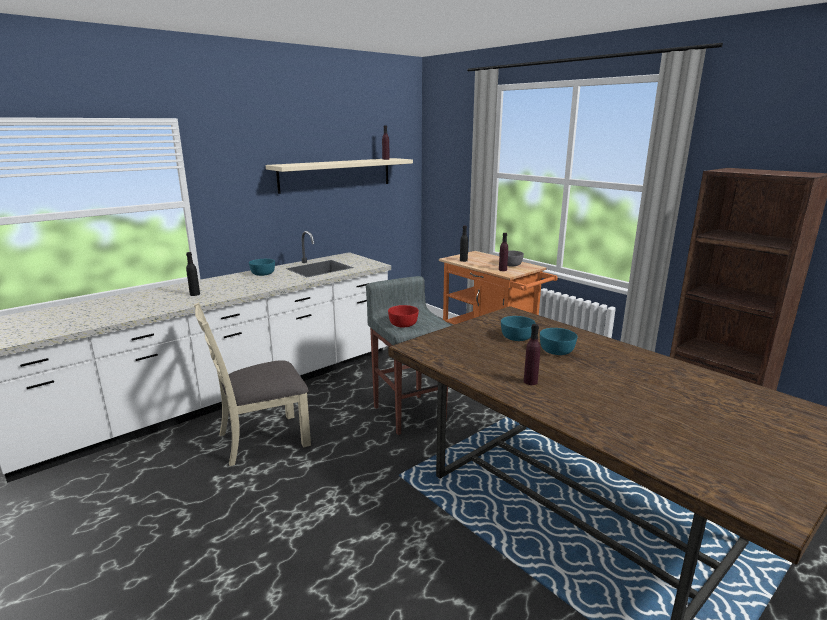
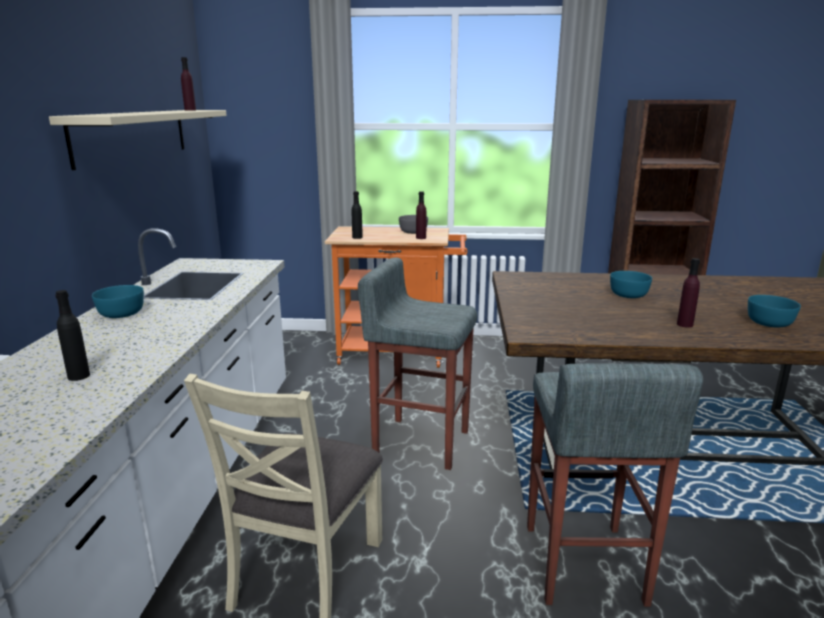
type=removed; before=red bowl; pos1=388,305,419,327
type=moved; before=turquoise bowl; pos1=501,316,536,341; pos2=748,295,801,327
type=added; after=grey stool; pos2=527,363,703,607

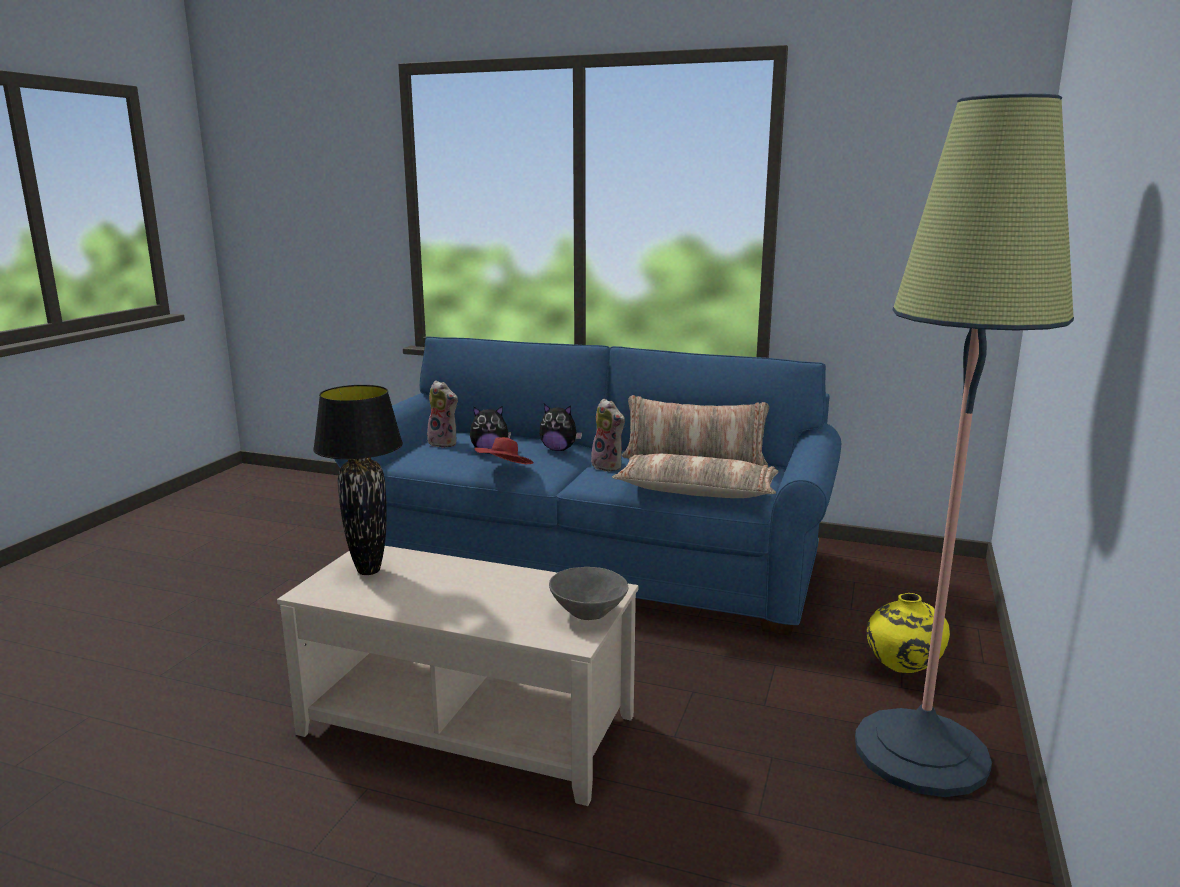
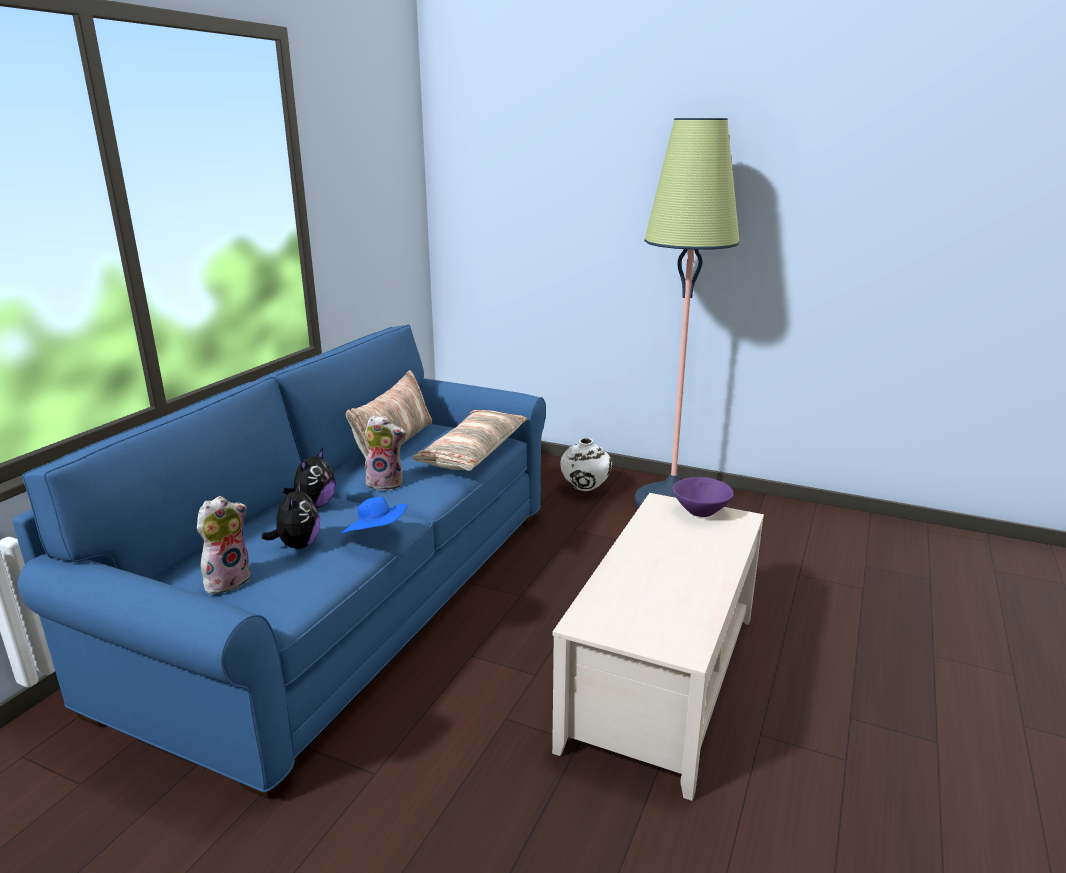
type=removed; before=black table lamp; pos1=313,385,403,575
type=turned; before=plush toy; pos1=591,398,625,472; pos2=365,415,406,490; turn=45
type=recoloured; before=red hat; after=blue hat; pos1=475,437,534,464; pos2=340,497,407,534
type=recoloured; before=grey bowl; after=purple bowl; pos1=549,567,628,620; pos2=673,477,734,517
type=recoloured; before=yellow vase; after=white vase; pos1=867,593,950,673; pos2=560,438,612,491

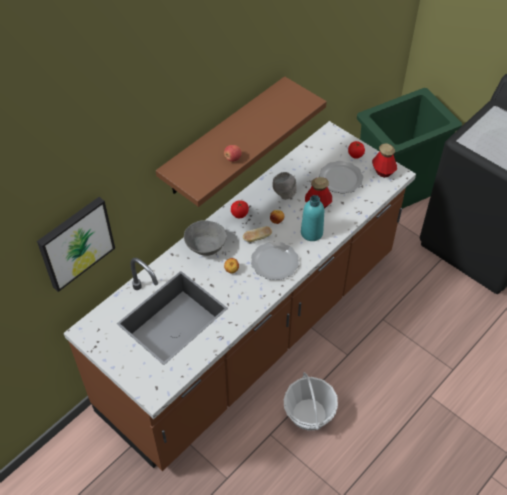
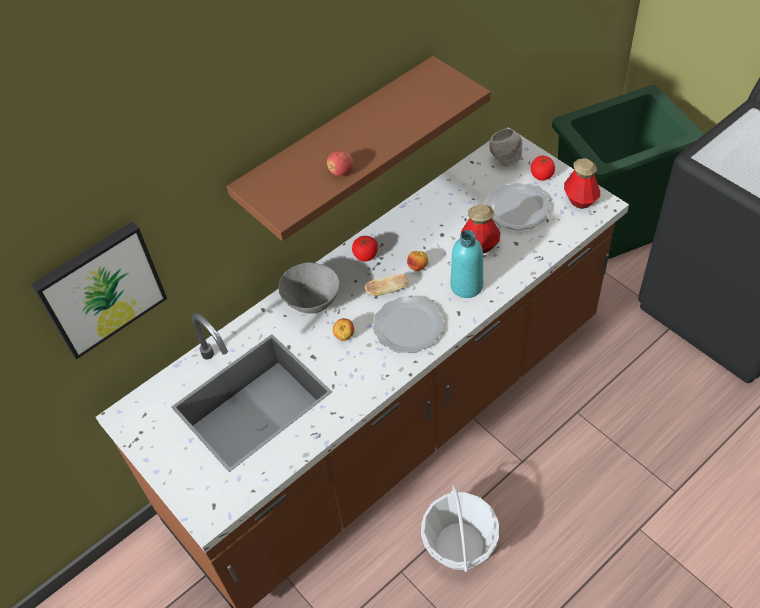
type=moved; before=grey bowl; pos1=272,172,297,200; pos2=489,129,522,167

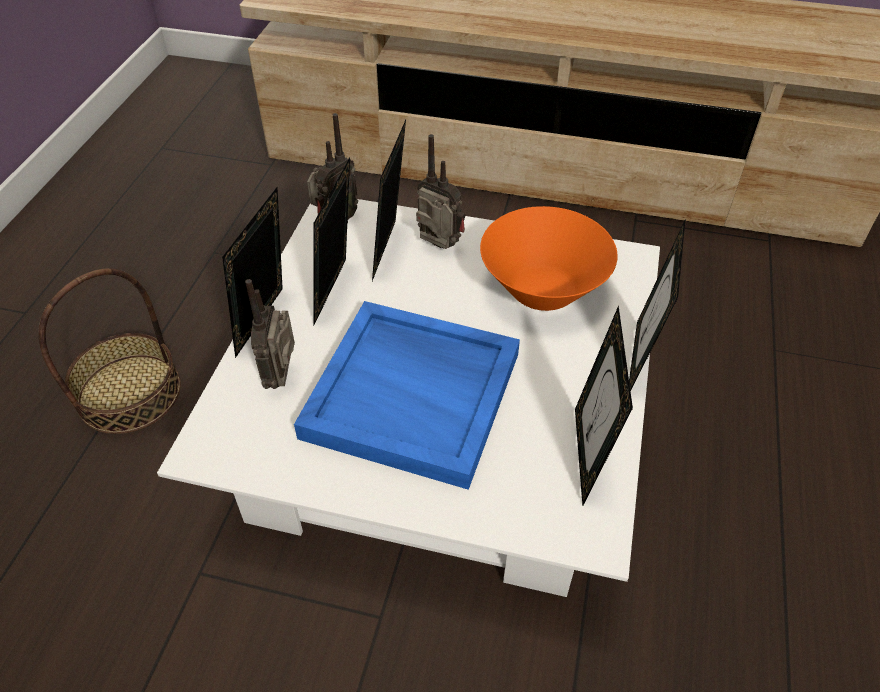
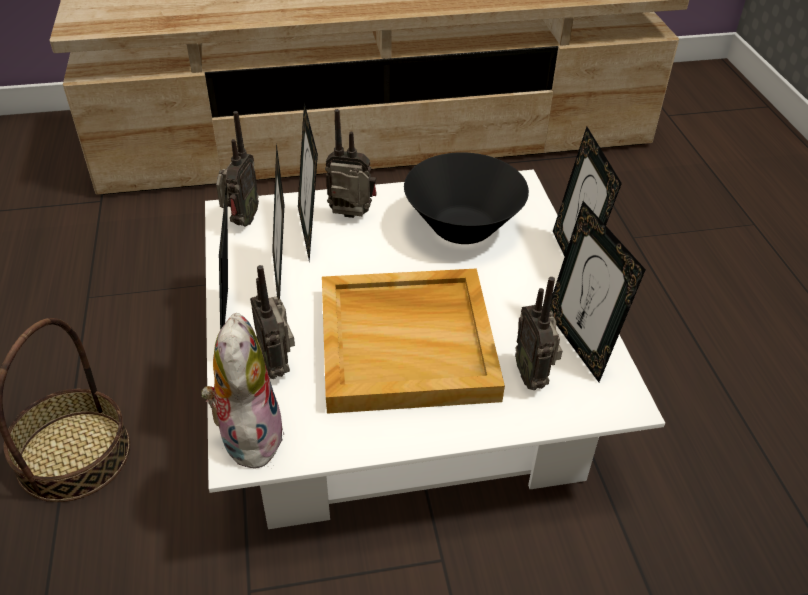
type=recoloured; before=orange bowl; after=black bowl; pos1=480,206,618,311; pos2=404,152,529,244
type=recoloured; before=blue tray; after=beige tray; pos1=294,301,520,490; pos2=322,268,505,414
type=added; after=radio; pos2=515,277,562,390
type=added; after=plush toy; pos2=201,313,284,469

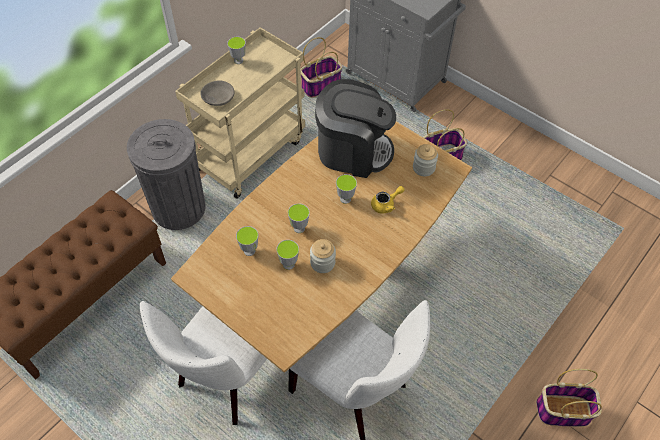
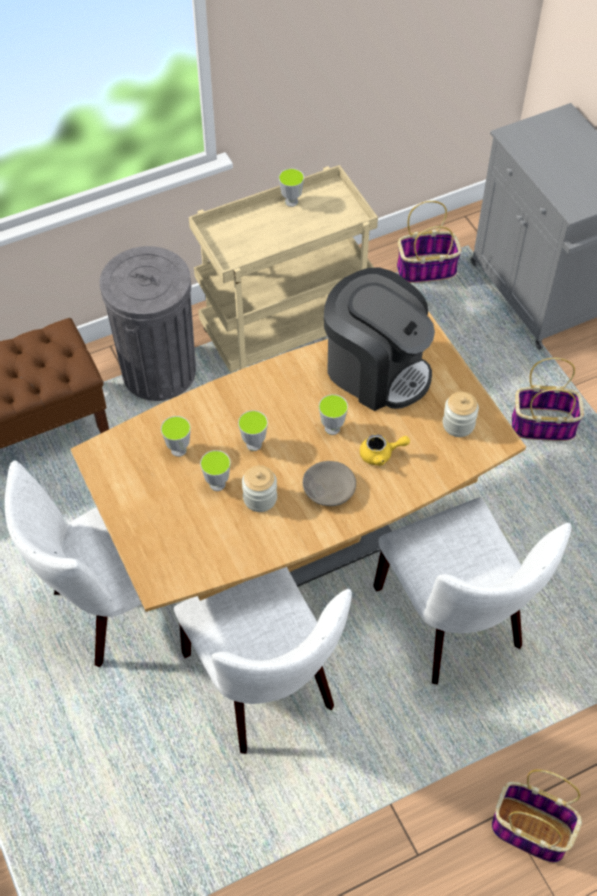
type=moved; before=grey bowl; pos1=200,80,234,106; pos2=303,461,356,506
type=added; after=white chair; pos2=373,497,571,685

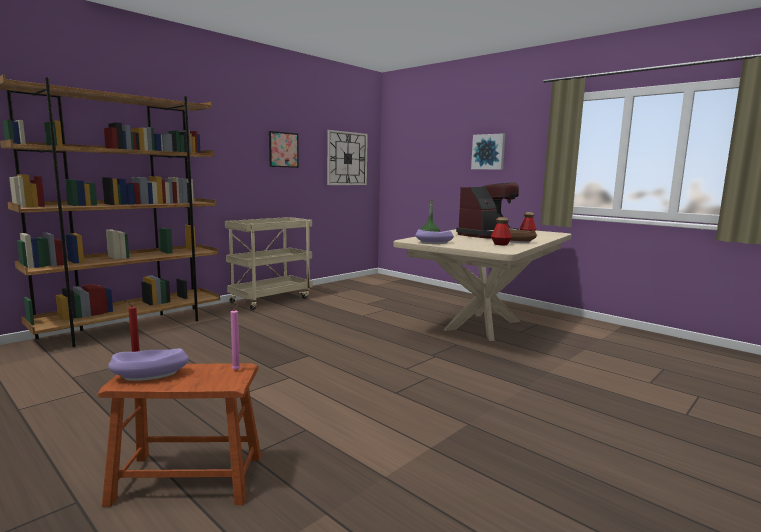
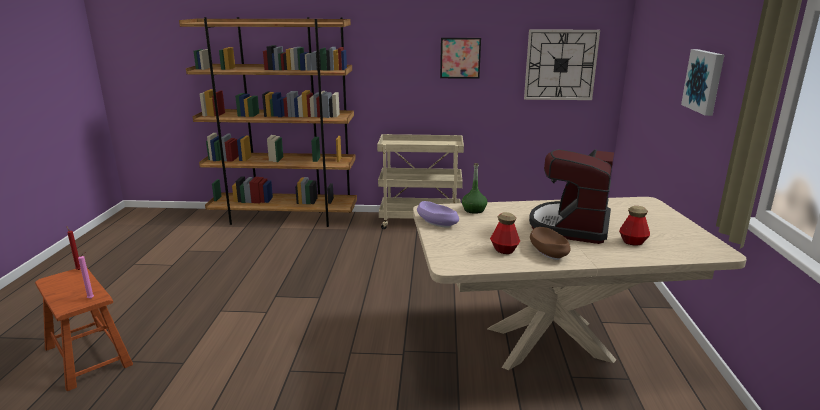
type=turned; before=coffee machine; pos1=456,183,520,239; pos2=529,149,614,244; turn=105
type=removed; before=purple bowl; pos1=108,348,189,381

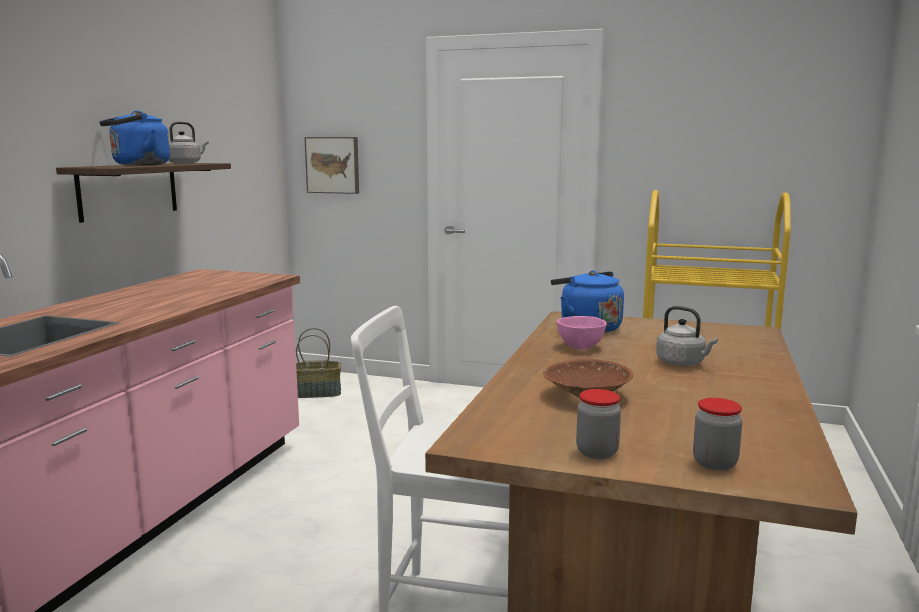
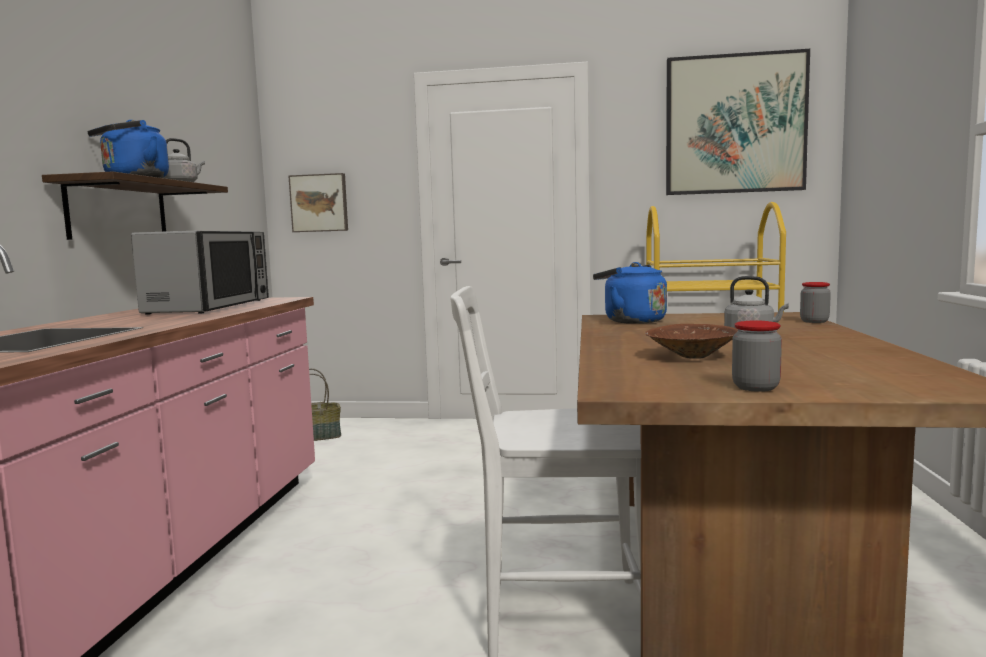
type=removed; before=pink bowl; pos1=557,316,607,349
type=moved; before=jar; pos1=693,398,742,471; pos2=800,282,831,323
type=added; after=picture; pos2=666,49,810,195
type=added; after=microwave; pos2=131,231,269,315

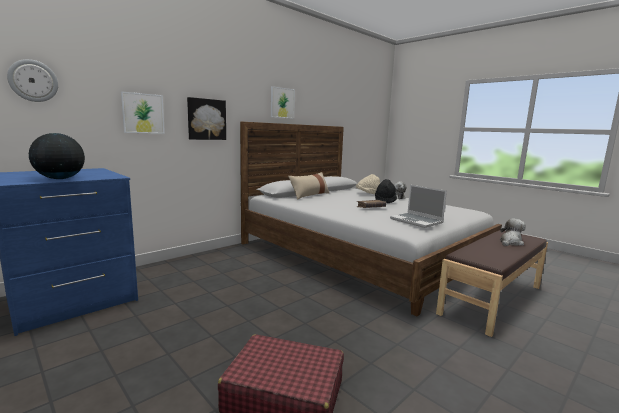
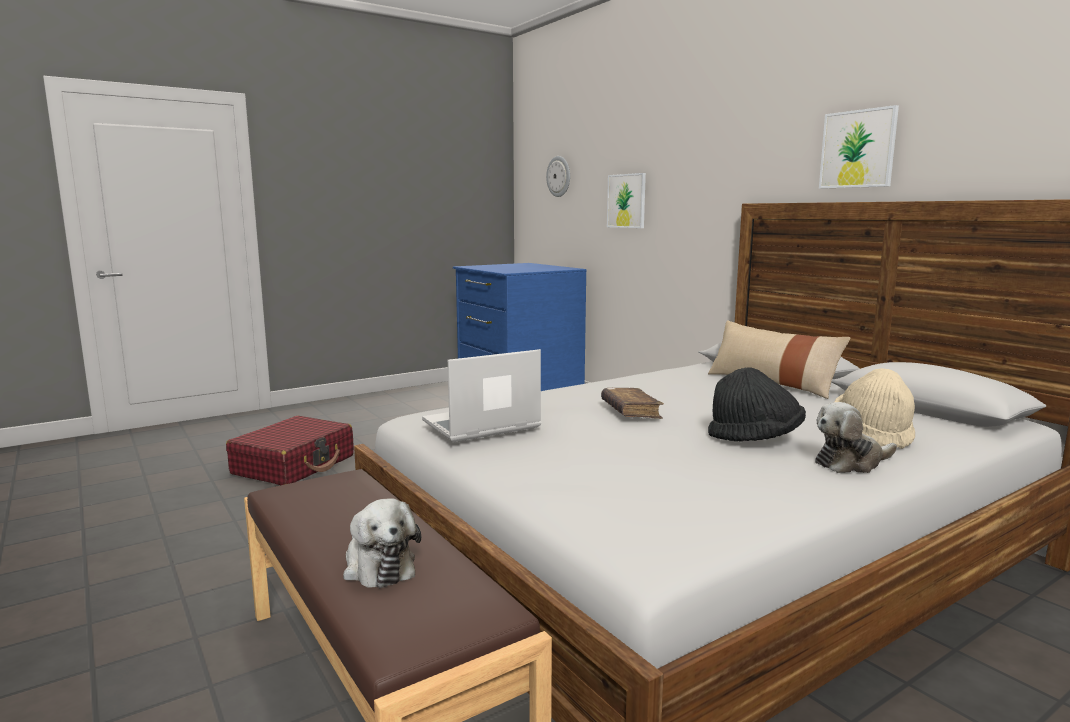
type=removed; before=picture; pos1=187,97,226,140
type=removed; before=globe; pos1=29,133,85,179

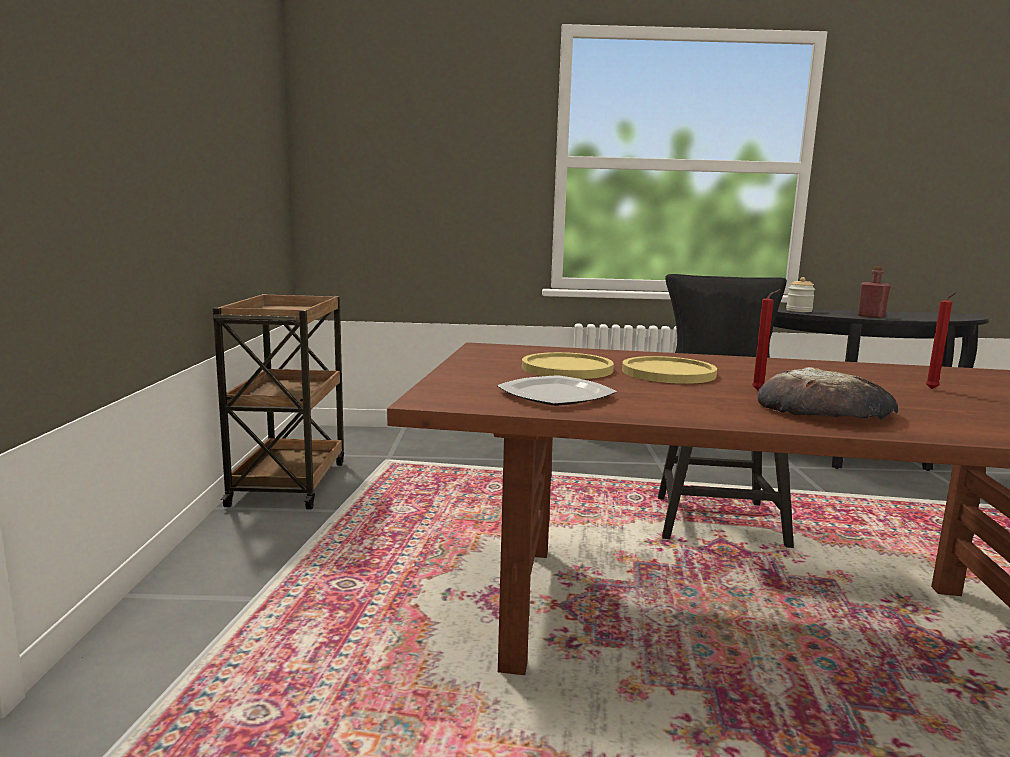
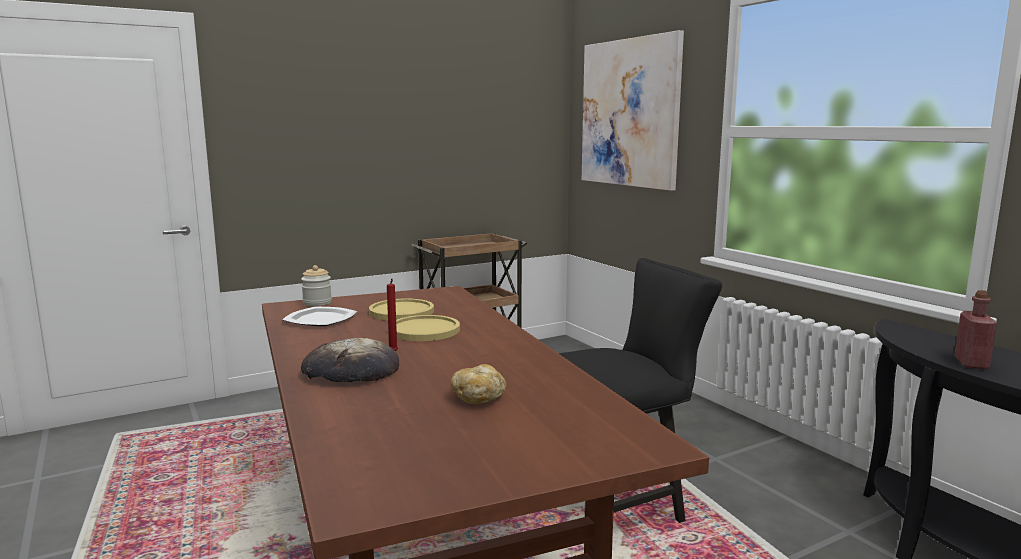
type=moved; before=jar; pos1=786,277,815,312; pos2=301,265,332,306
type=replaced; before=red candle; after=bread; pos1=926,292,956,389; pos2=451,364,506,404
type=added; after=picture; pos2=582,30,684,191

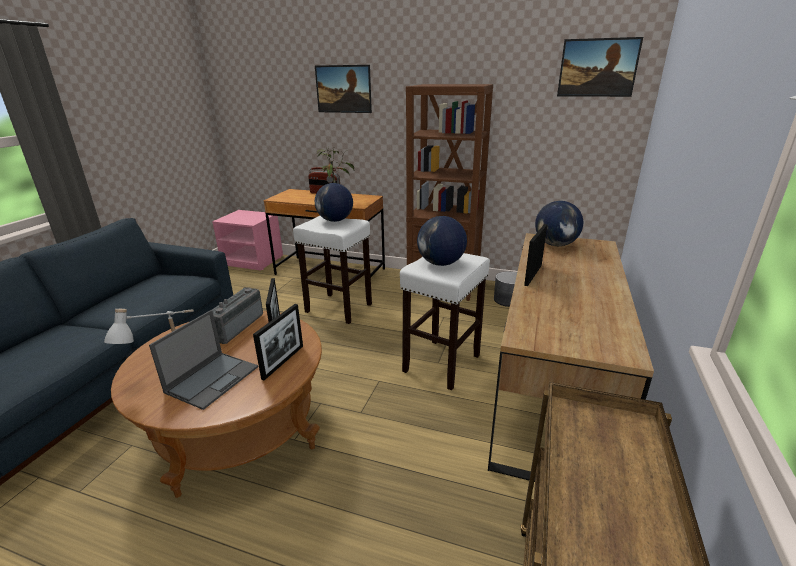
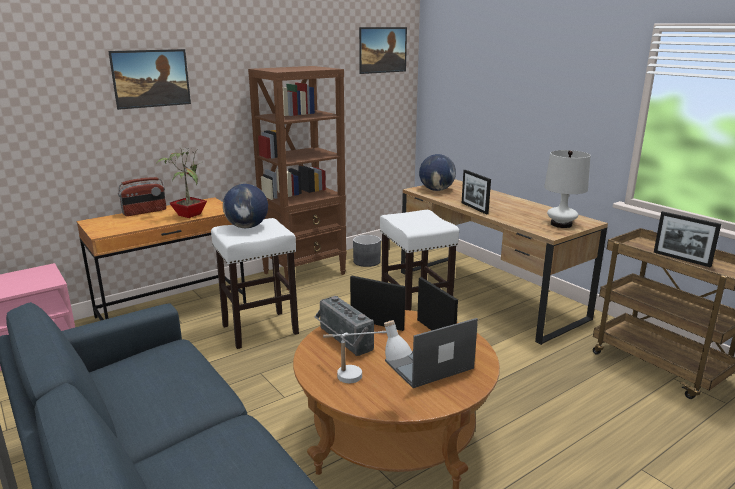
type=removed; before=globe; pos1=417,216,467,266
type=turned; before=laptop; pos1=149,310,258,410; pos2=385,318,478,388; turn=-90
type=added; after=white table lamp; pos2=544,150,591,228
type=added; after=picture frame; pos2=654,211,721,268

